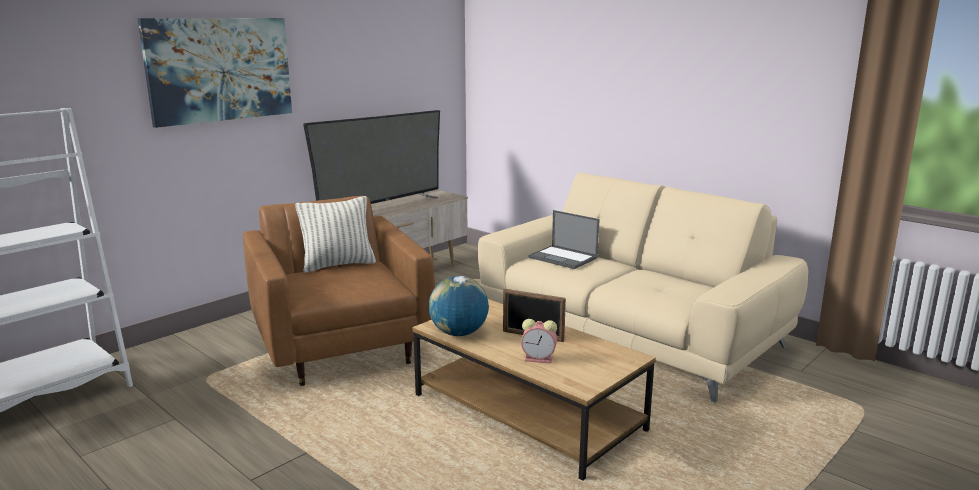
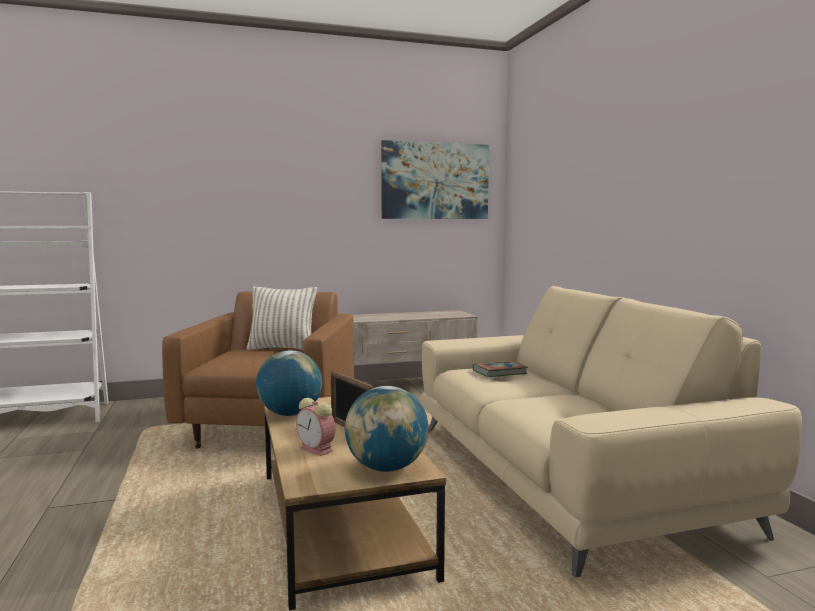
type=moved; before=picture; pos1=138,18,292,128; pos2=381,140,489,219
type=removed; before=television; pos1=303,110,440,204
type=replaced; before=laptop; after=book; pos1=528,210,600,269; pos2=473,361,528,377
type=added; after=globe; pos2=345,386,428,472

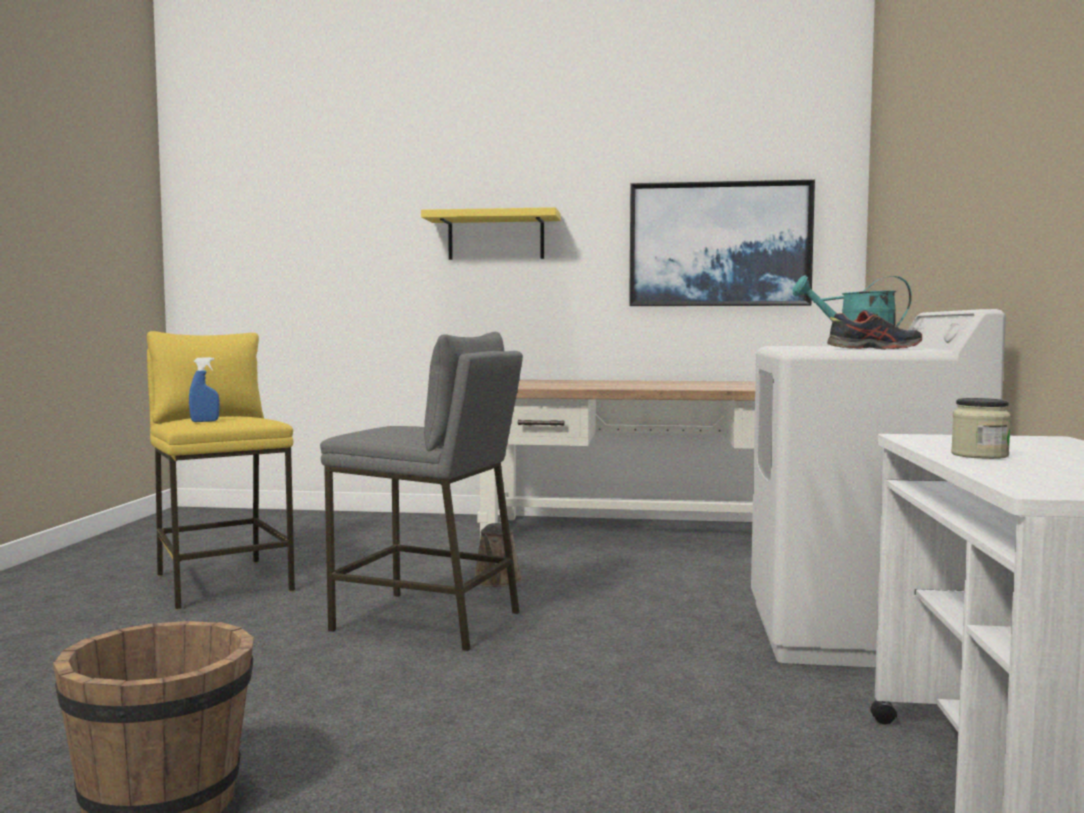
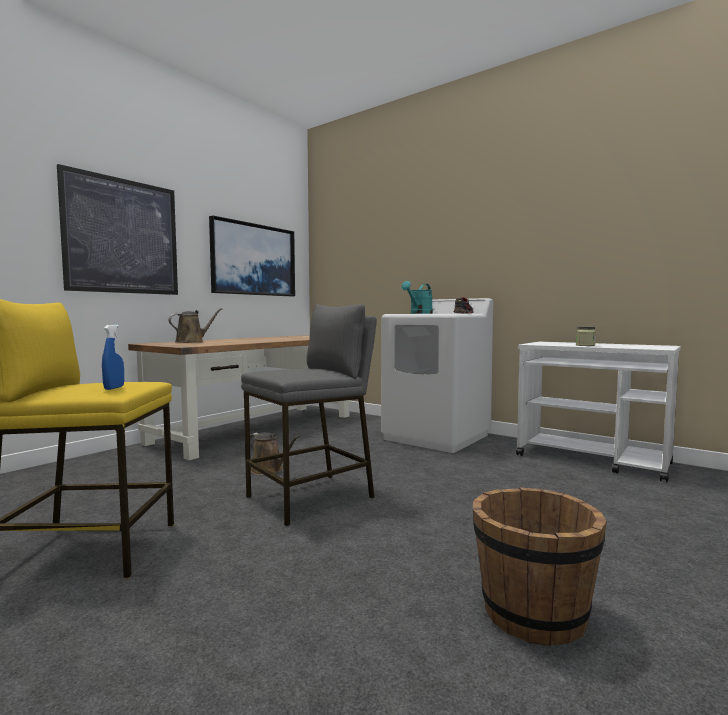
type=replaced; before=yellow shelf; after=picture; pos1=421,207,561,260; pos2=57,164,178,295
type=added; after=brown watering can; pos2=168,308,223,343

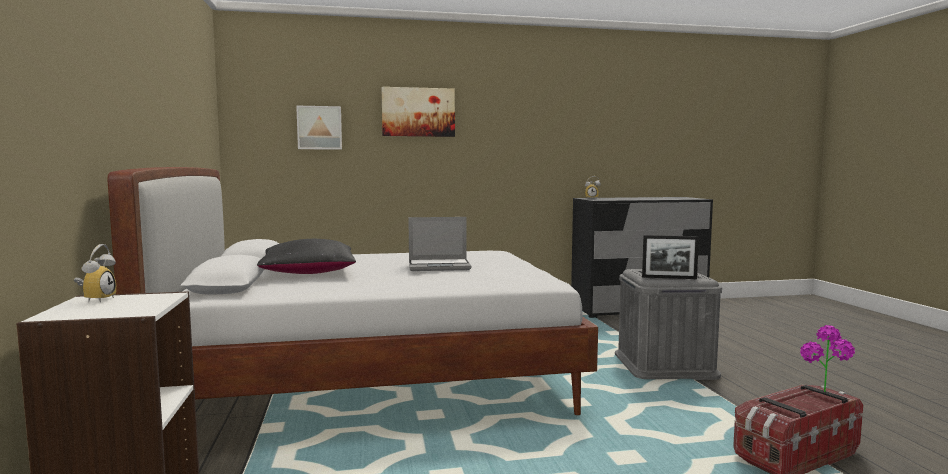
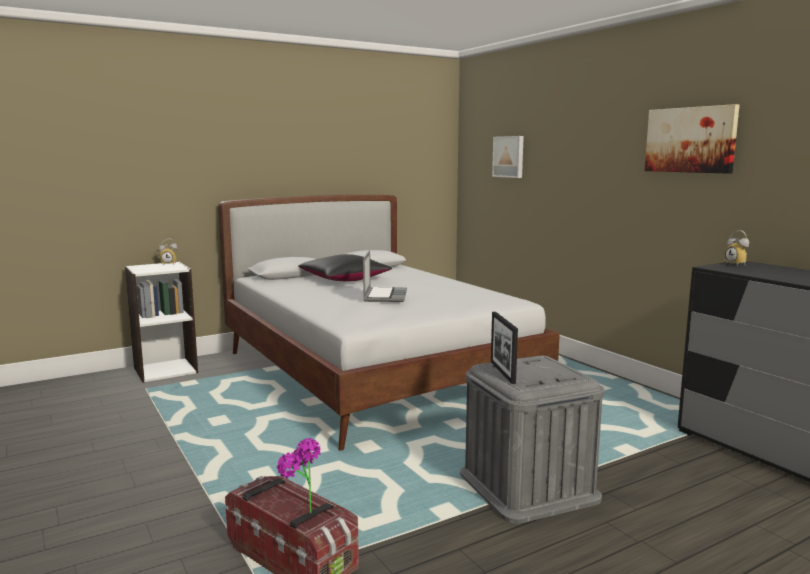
type=moved; before=picture; pos1=381,87,455,137; pos2=645,104,740,174
type=turned; before=laptop; pos1=408,217,471,271; pos2=363,250,407,302; turn=-150

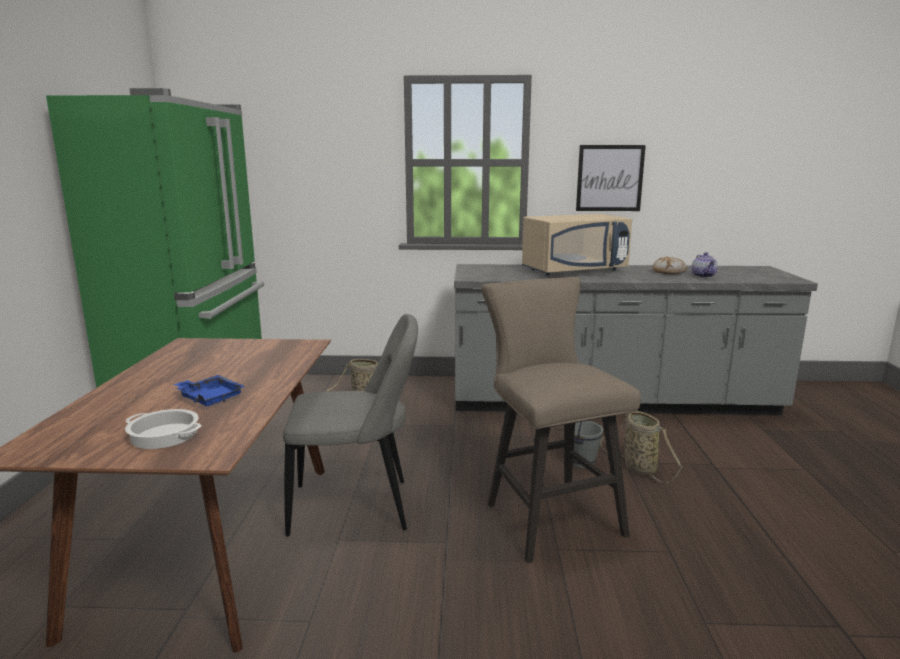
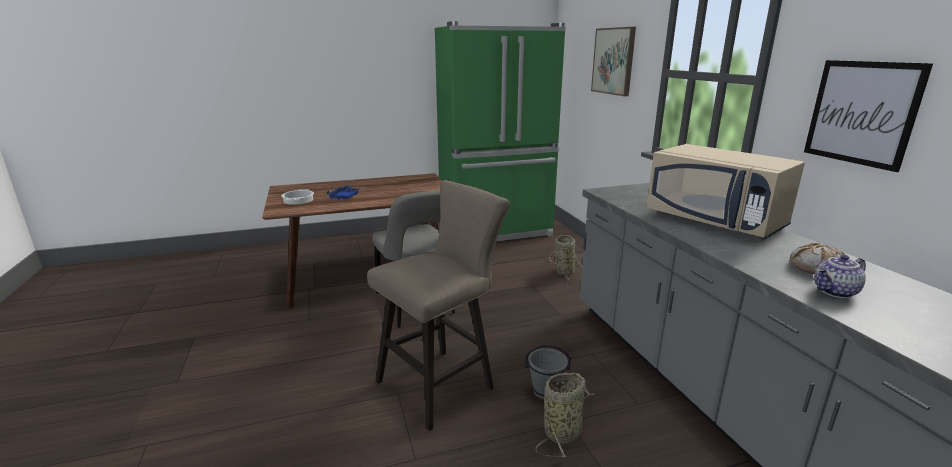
type=added; after=picture; pos2=591,27,636,96

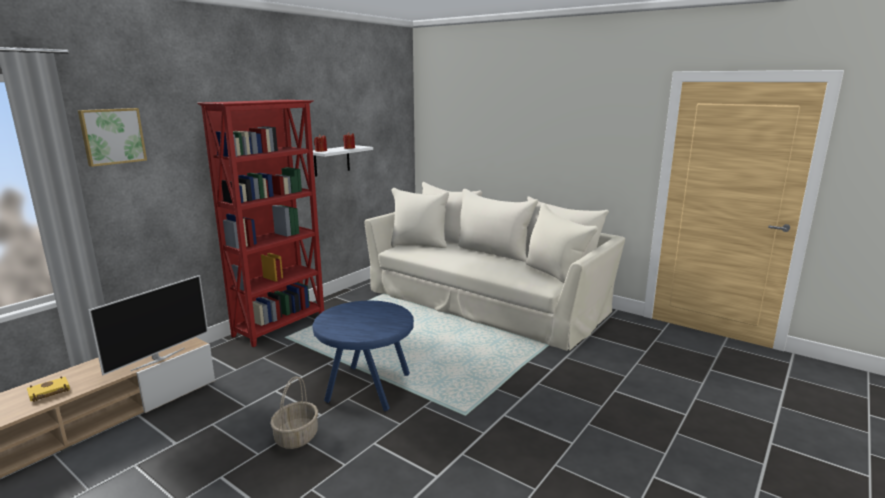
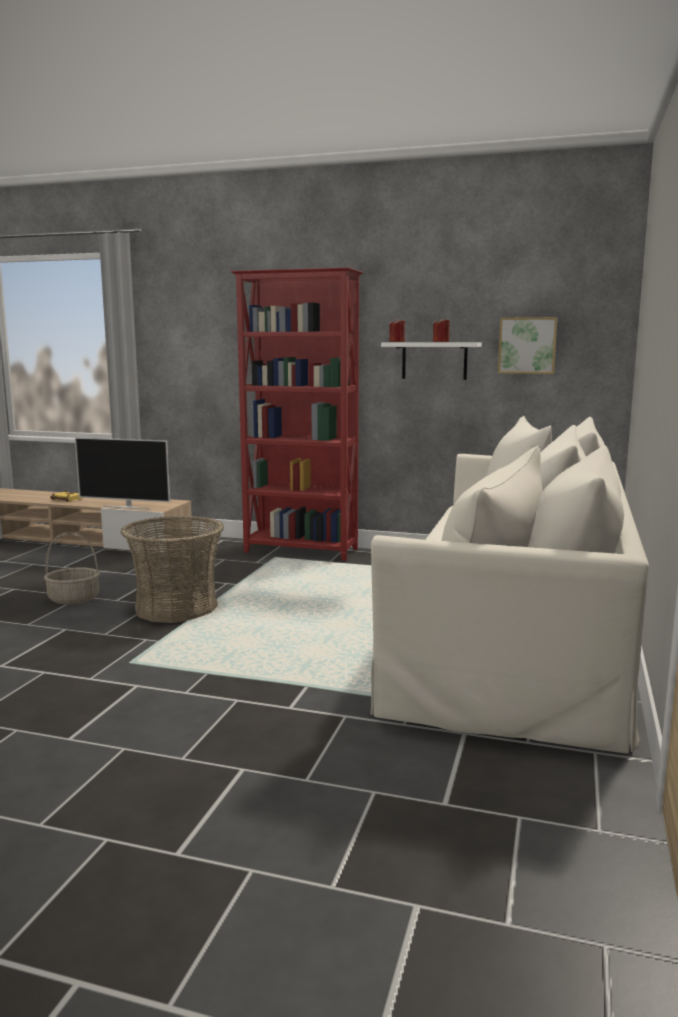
type=moved; before=picture; pos1=78,108,147,167; pos2=498,317,557,374
type=replaced; before=blue side table; after=basket; pos1=312,300,414,411; pos2=121,516,224,623

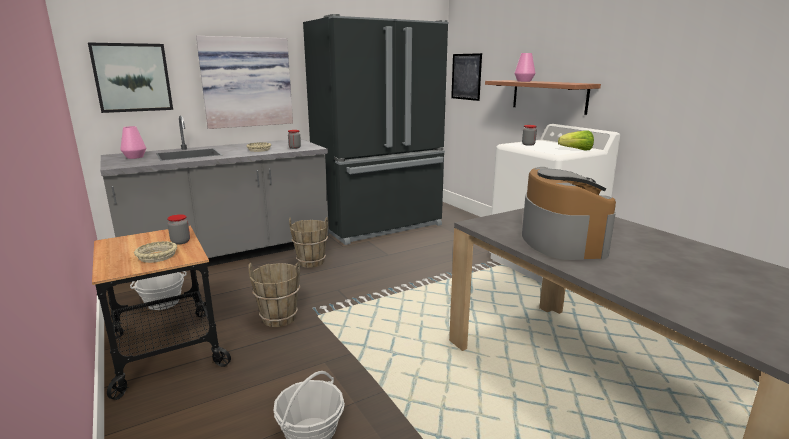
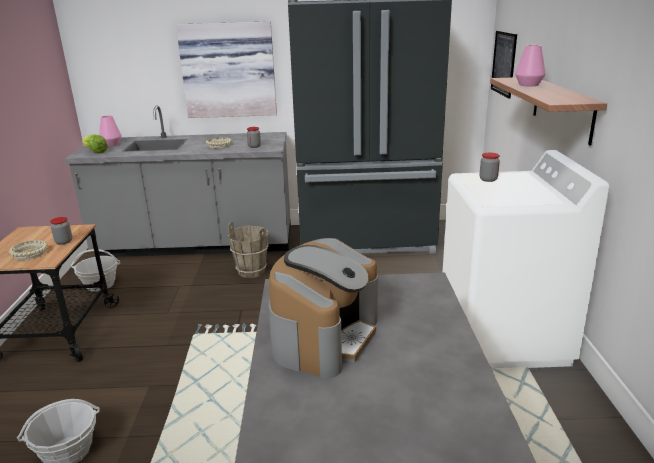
type=removed; before=picture; pos1=88,42,173,113
type=moved; before=lettuce; pos1=558,130,594,151; pos2=82,135,108,153
type=removed; before=brown bucket; pos1=249,263,300,327

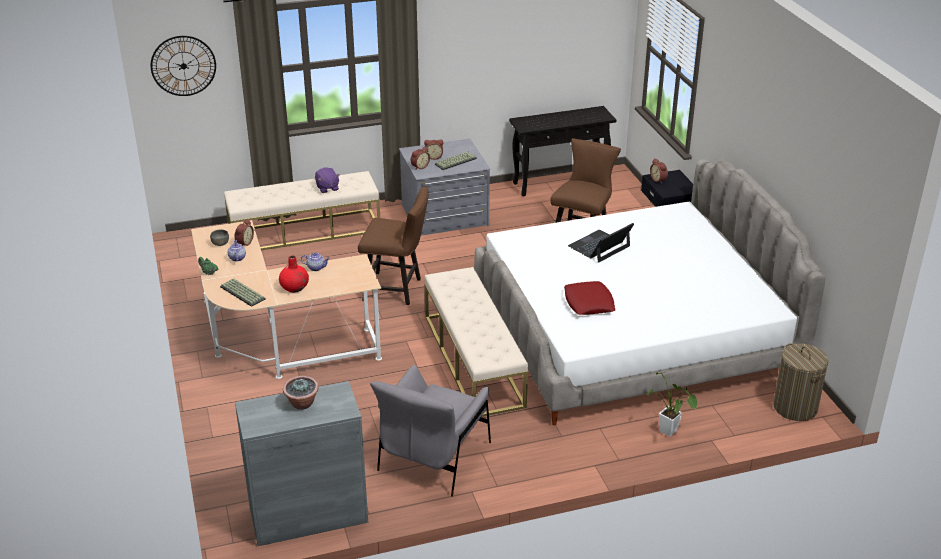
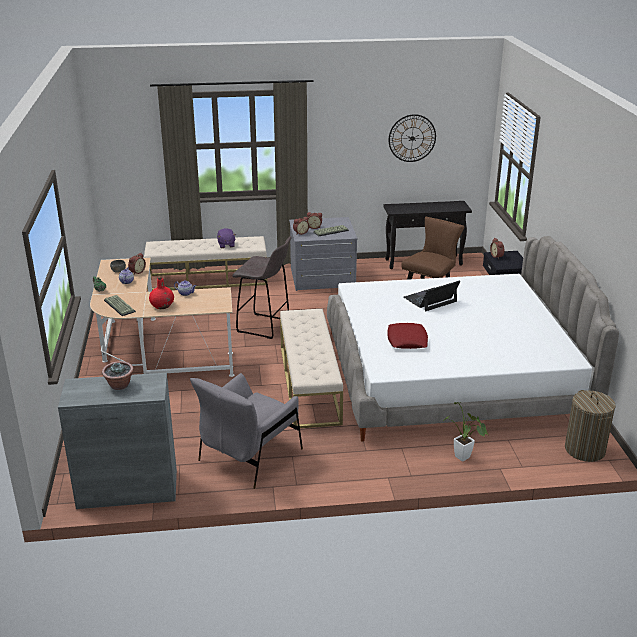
type=moved; before=wall clock; pos1=151,36,216,96; pos2=389,114,436,162
type=replaced; before=brown chair; after=grey stool; pos1=358,187,428,305; pos2=232,236,292,339

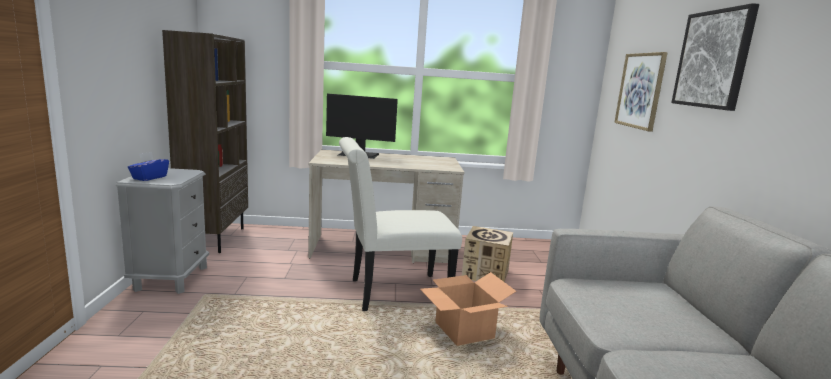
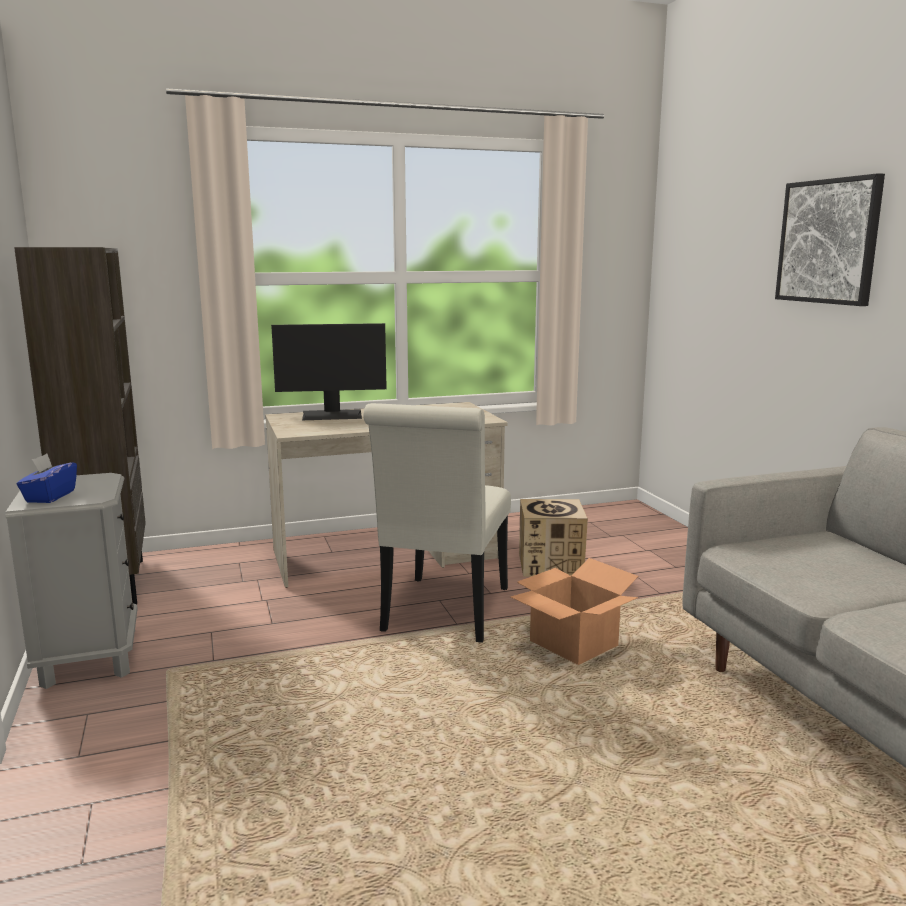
type=removed; before=picture; pos1=614,52,668,132
type=turned; before=white chair; pos1=339,137,462,311; pos2=363,403,511,643; turn=-45

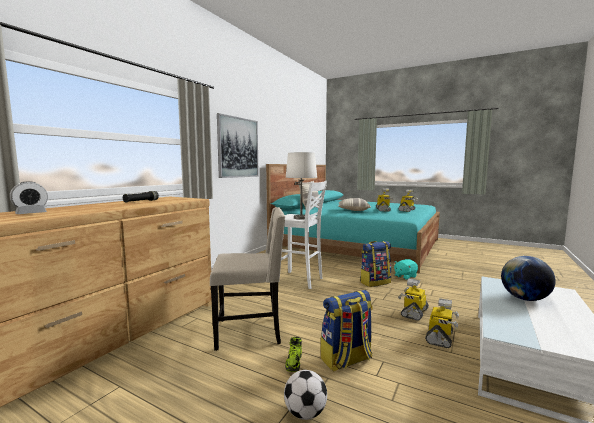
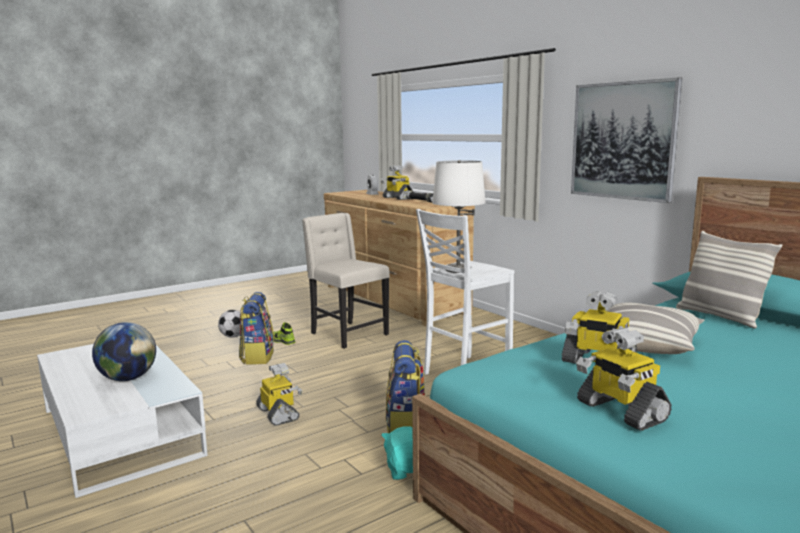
type=turned; before=beige chair; pos1=210,207,285,351; pos2=302,213,390,349; turn=120
type=moved; before=toy robot; pos1=425,298,459,348; pos2=381,165,413,200

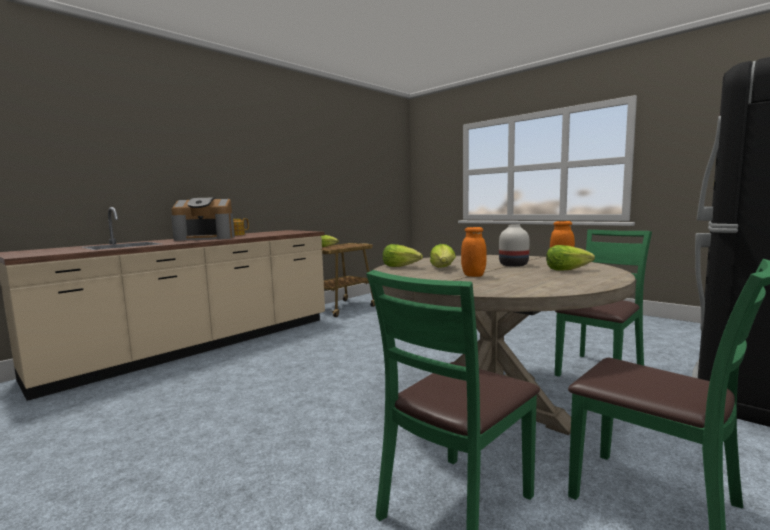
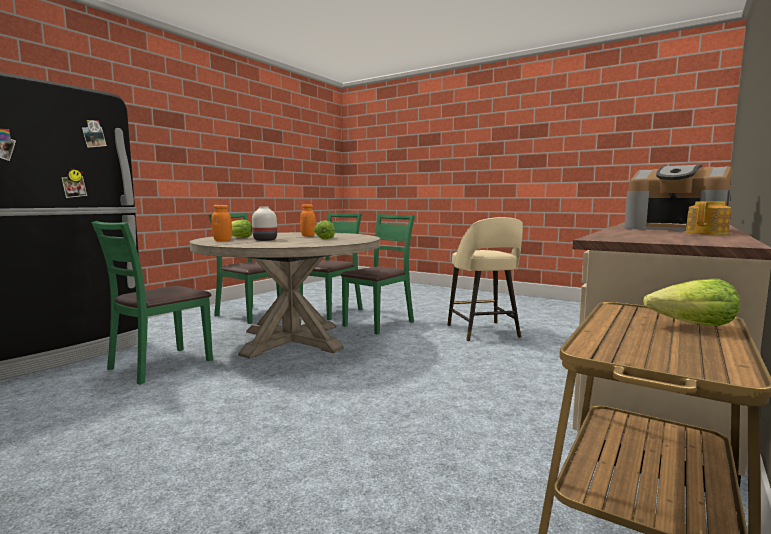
type=turned; before=coffee machine; pos1=171,197,235,241; pos2=624,165,732,231; turn=-120
type=removed; before=lettuce; pos1=383,244,423,267
type=added; after=green chair; pos2=340,214,415,334
type=added; after=beige stool; pos2=448,217,523,341

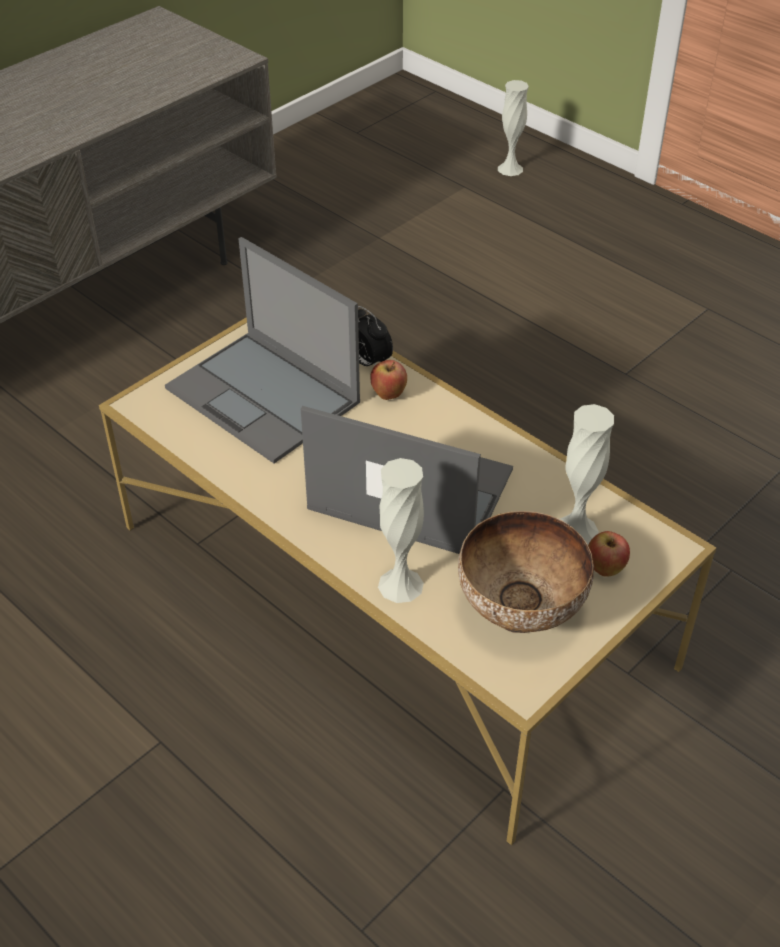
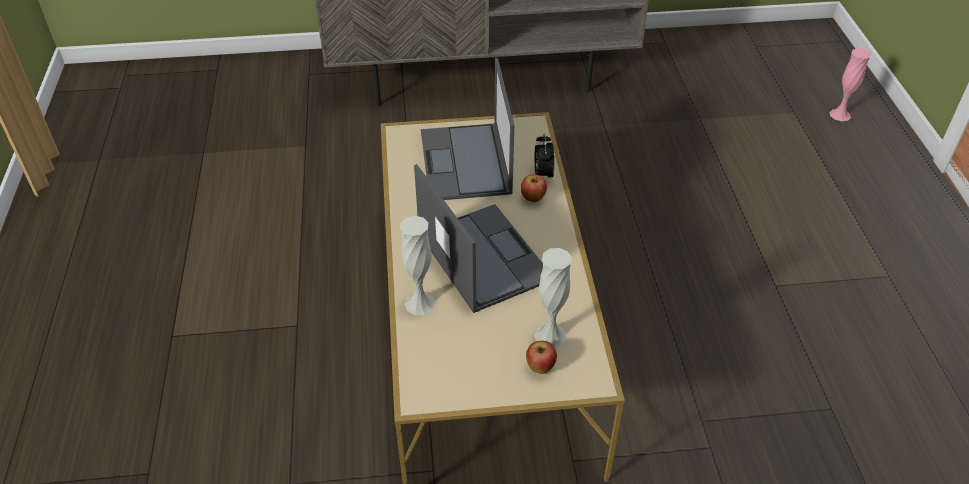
type=recoloured; before=white vase; after=pink vase; pos1=498,80,529,176; pos2=829,48,871,121
type=removed; before=bowl; pos1=458,511,594,633

